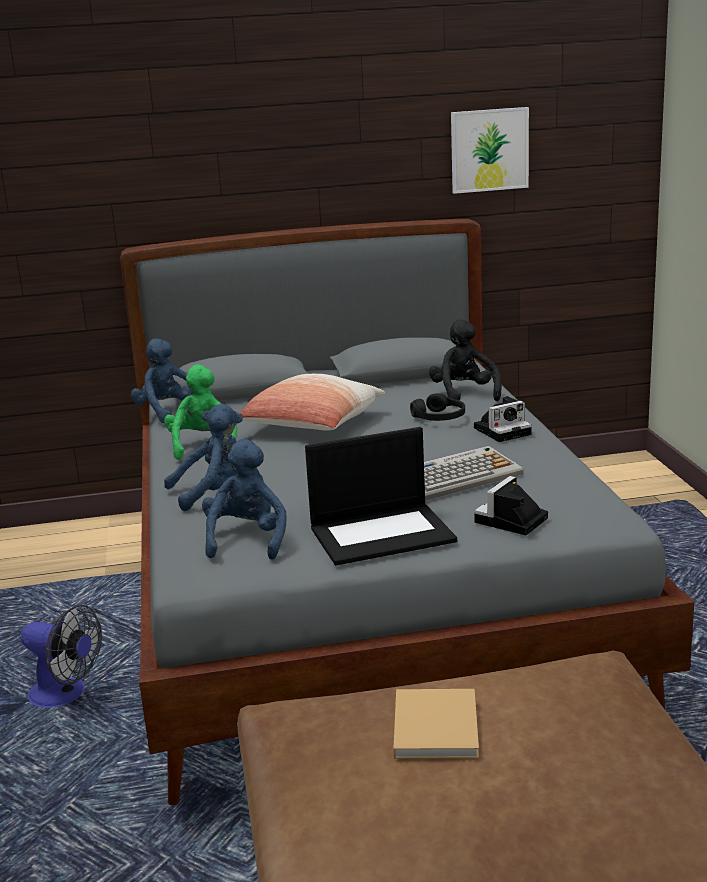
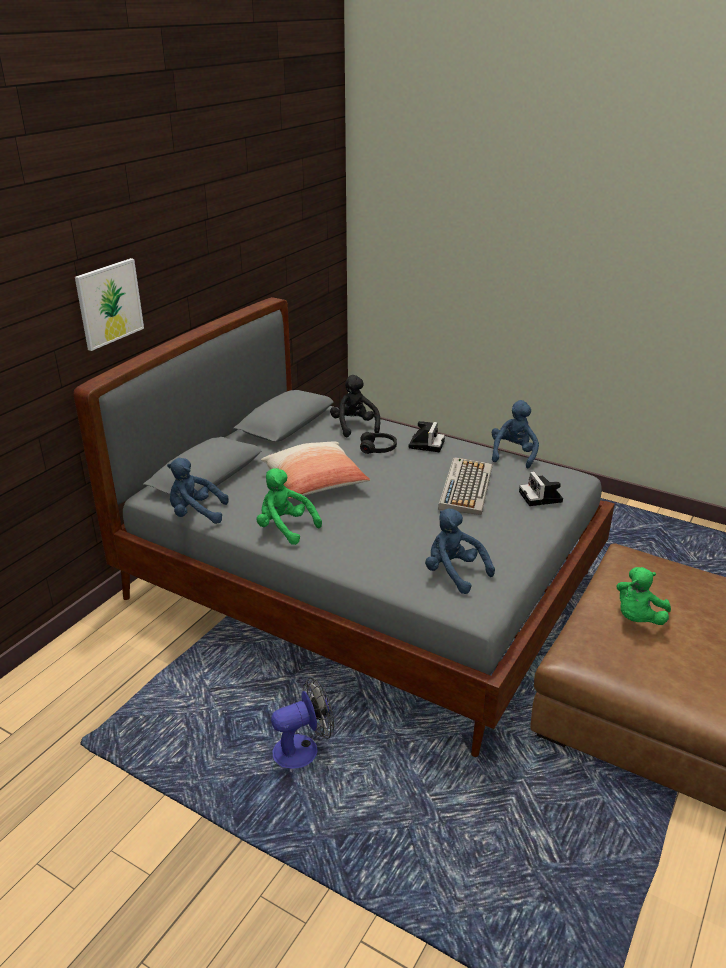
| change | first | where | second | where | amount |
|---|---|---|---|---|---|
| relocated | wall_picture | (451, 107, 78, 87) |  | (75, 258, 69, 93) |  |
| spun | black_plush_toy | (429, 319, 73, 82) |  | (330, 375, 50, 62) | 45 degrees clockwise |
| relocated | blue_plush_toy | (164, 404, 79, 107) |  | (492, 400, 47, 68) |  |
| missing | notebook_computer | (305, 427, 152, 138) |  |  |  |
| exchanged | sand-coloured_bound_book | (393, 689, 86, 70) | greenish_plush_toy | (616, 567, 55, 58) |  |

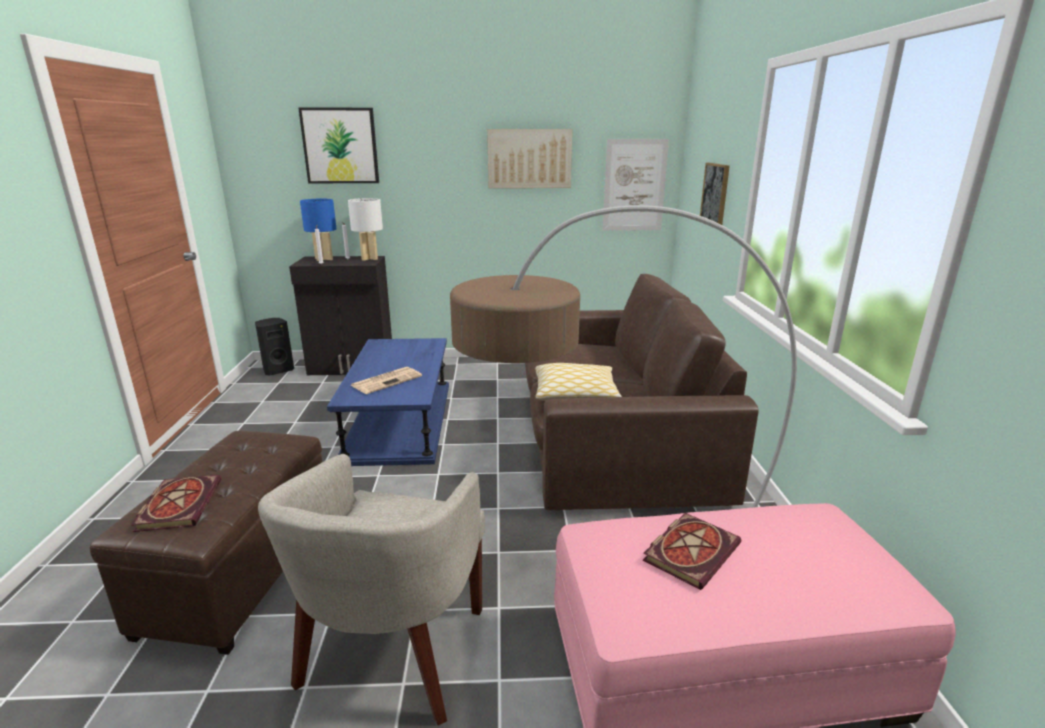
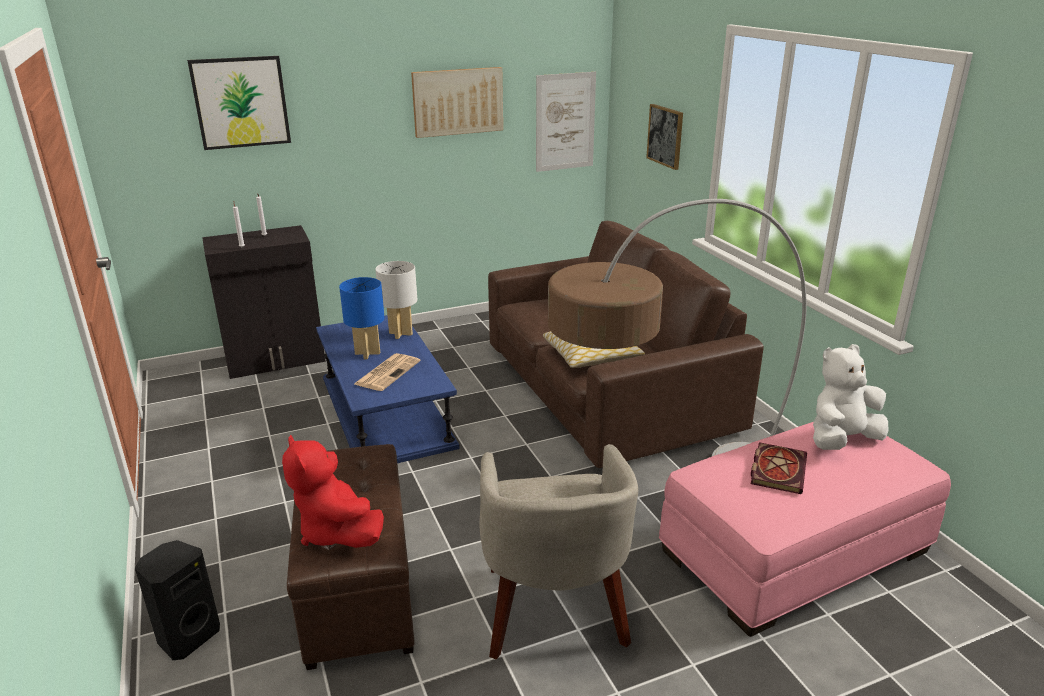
| change | first | where | second | where | amount |
|---|---|---|---|---|---|
| relocated | white_lamp_for_a_table | (348, 198, 35, 63) |  | (375, 261, 42, 78) |  |
| relocated | blue_lamp_for_a_table | (300, 199, 37, 62) |  | (339, 277, 46, 82) |  |
| relocated | black_audio_speaker | (255, 318, 39, 57) |  | (135, 540, 85, 120) |  |
| exchanged | bound_book | (131, 475, 91, 57) | reddish_plush_toy | (282, 435, 102, 113) |  |
| appeared |  |  | white_plush_toy | (813, 344, 76, 106) |  |

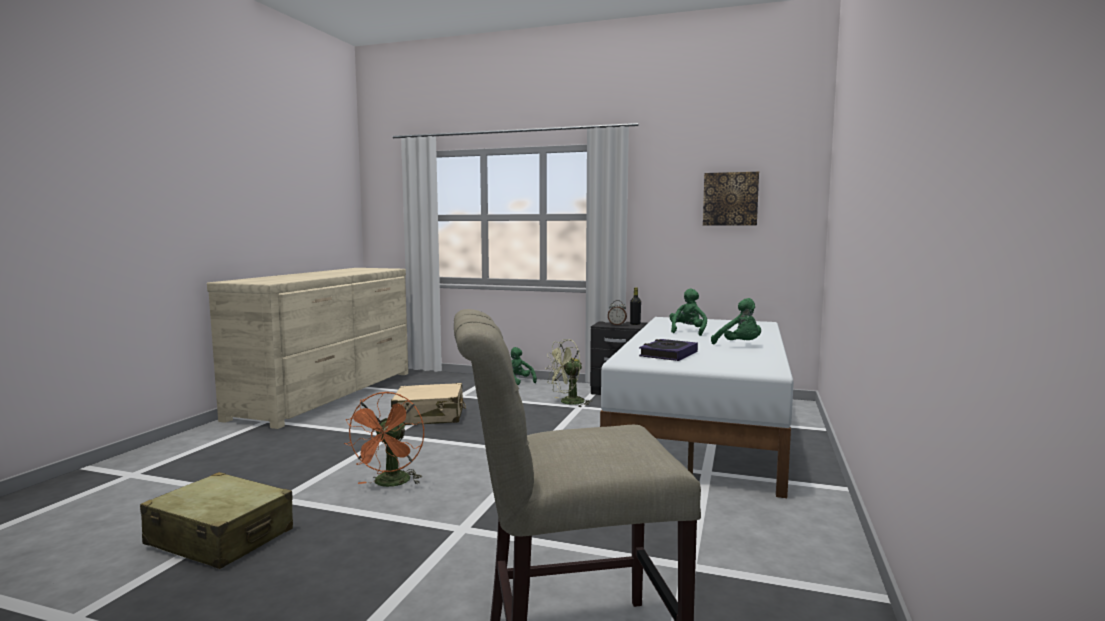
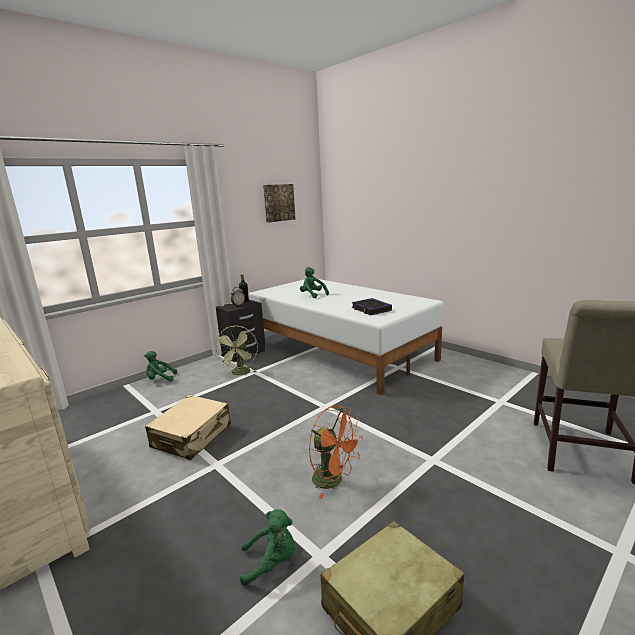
| change | first | where | second | where | amount |
|---|---|---|---|---|---|
| relocated | greenish_plush_toy | (711, 298, 50, 46) |  | (240, 509, 55, 77) |  |

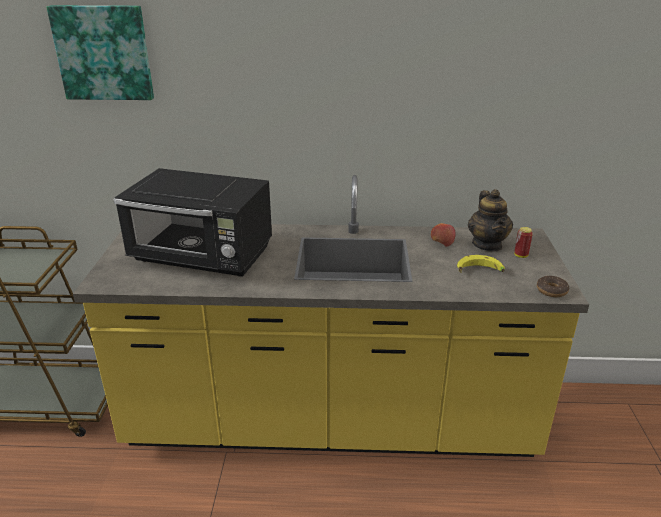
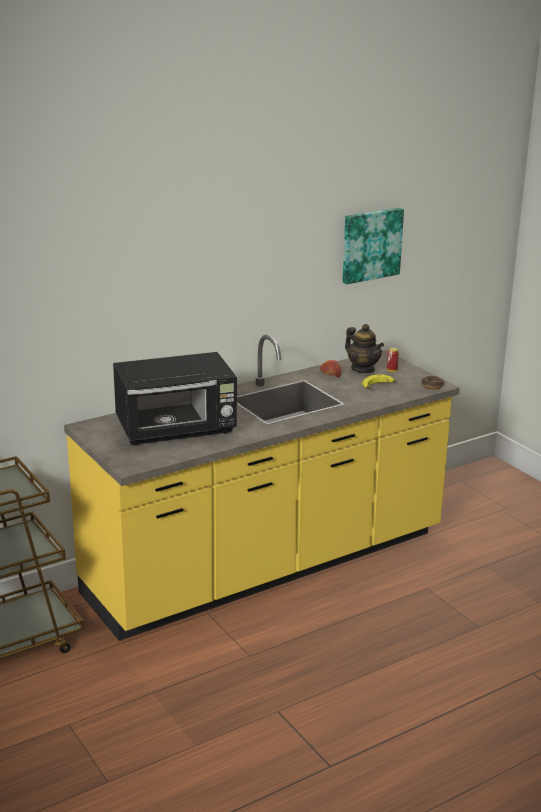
| change | first | where | second | where | amount |
|---|---|---|---|---|---|
| relocated | wall_picture | (47, 5, 107, 95) |  | (342, 208, 62, 76) |  |

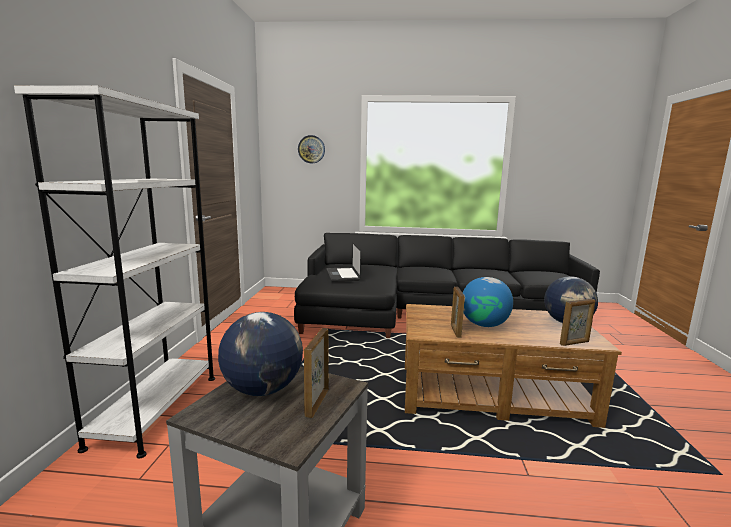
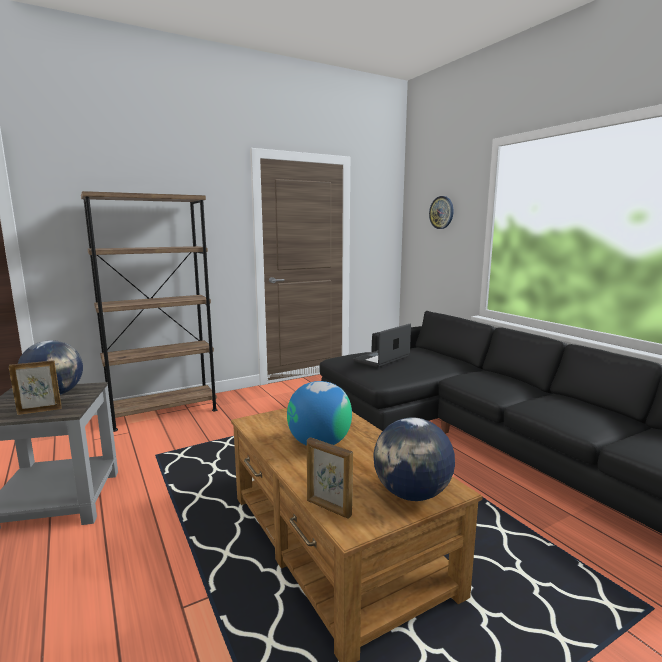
| change | first | where | second | where | amount |
|---|---|---|---|---|---|
| colour | white_bookcase | (14, 85, 201, 374) | brown_bookcase | (81, 191, 136, 241) |  |
| missing | standing_frame | (451, 287, 14, 51) |  |  |  |

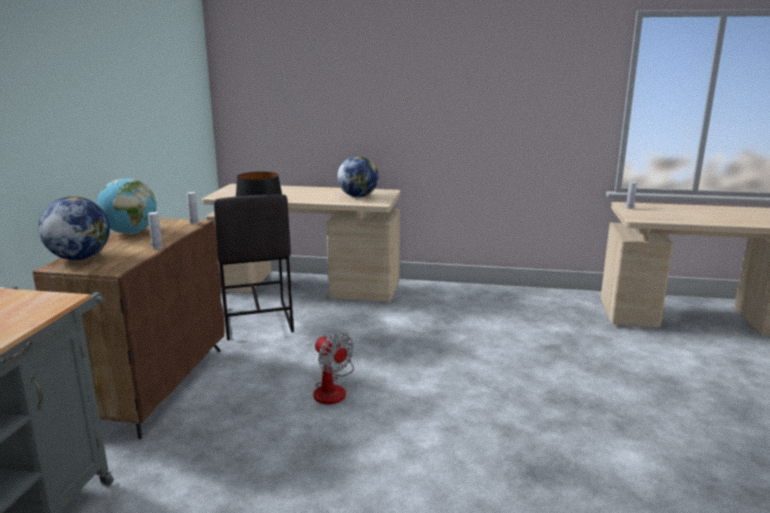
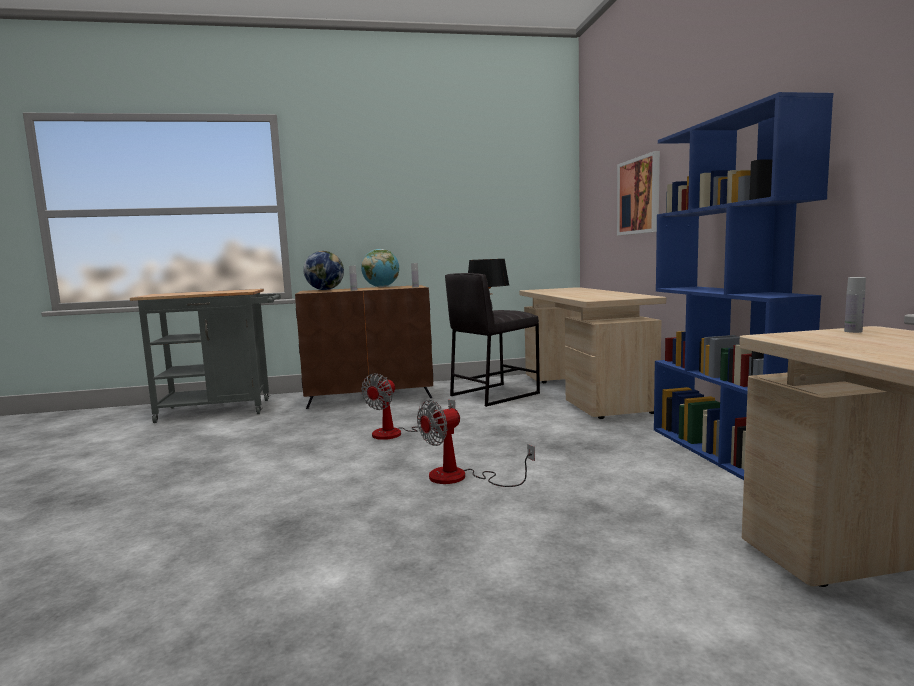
| change | first | where | second | where | amount |
|---|---|---|---|---|---|
| missing | globe | (337, 156, 42, 41) |  |  |  |
| appeared |  |  | blue_bookcase | (654, 92, 179, 388) |  |
| appeared |  |  | wall_picture | (617, 151, 43, 85) |  |
| appeared |  |  | cooling_fan | (417, 399, 118, 88) |  |

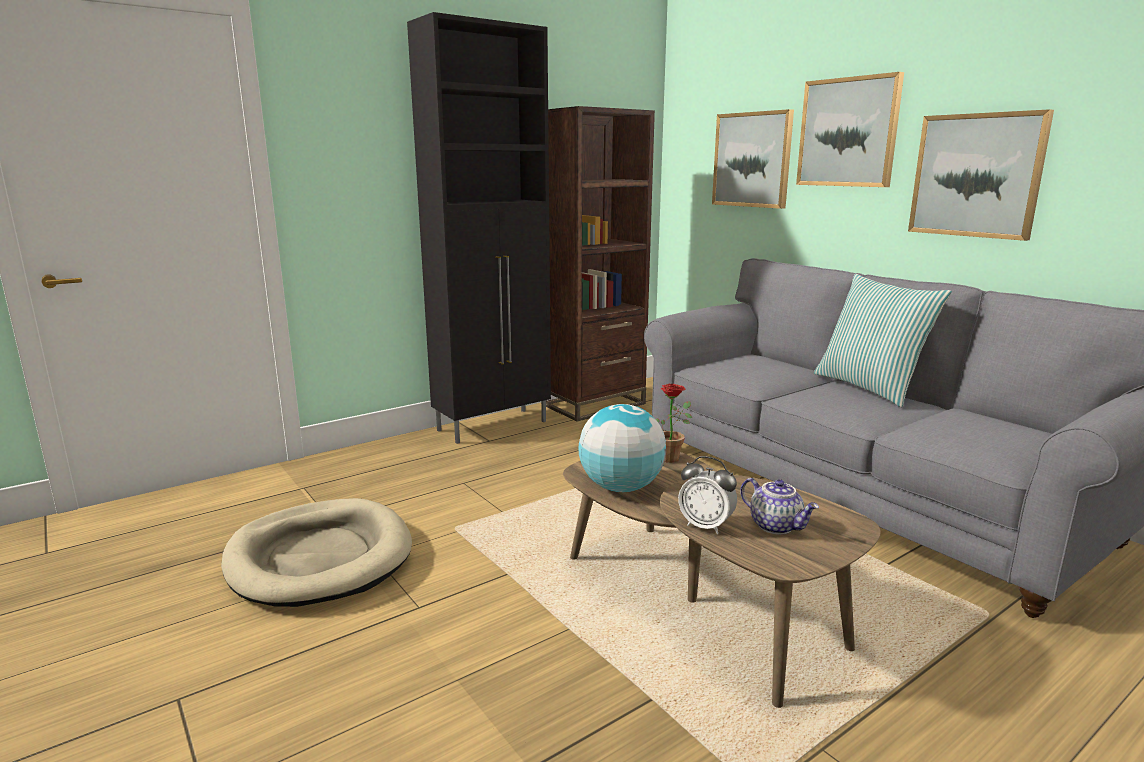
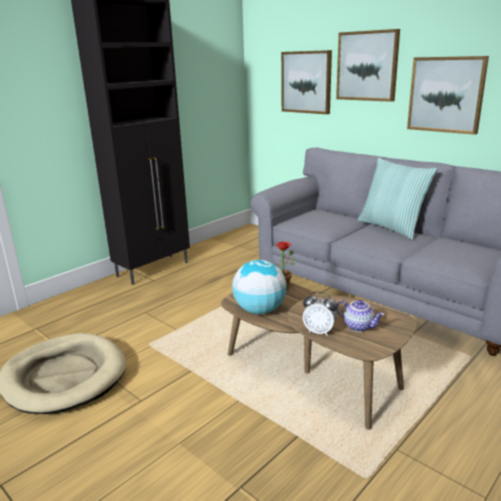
| change | first | where | second | where | amount |
|---|---|---|---|---|---|
| missing | brown_bookcase | (546, 106, 109, 315) |  |  |  |

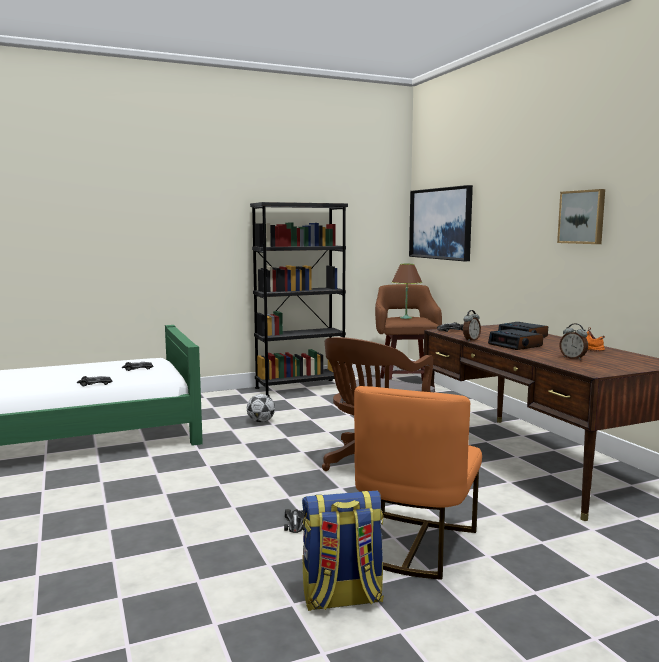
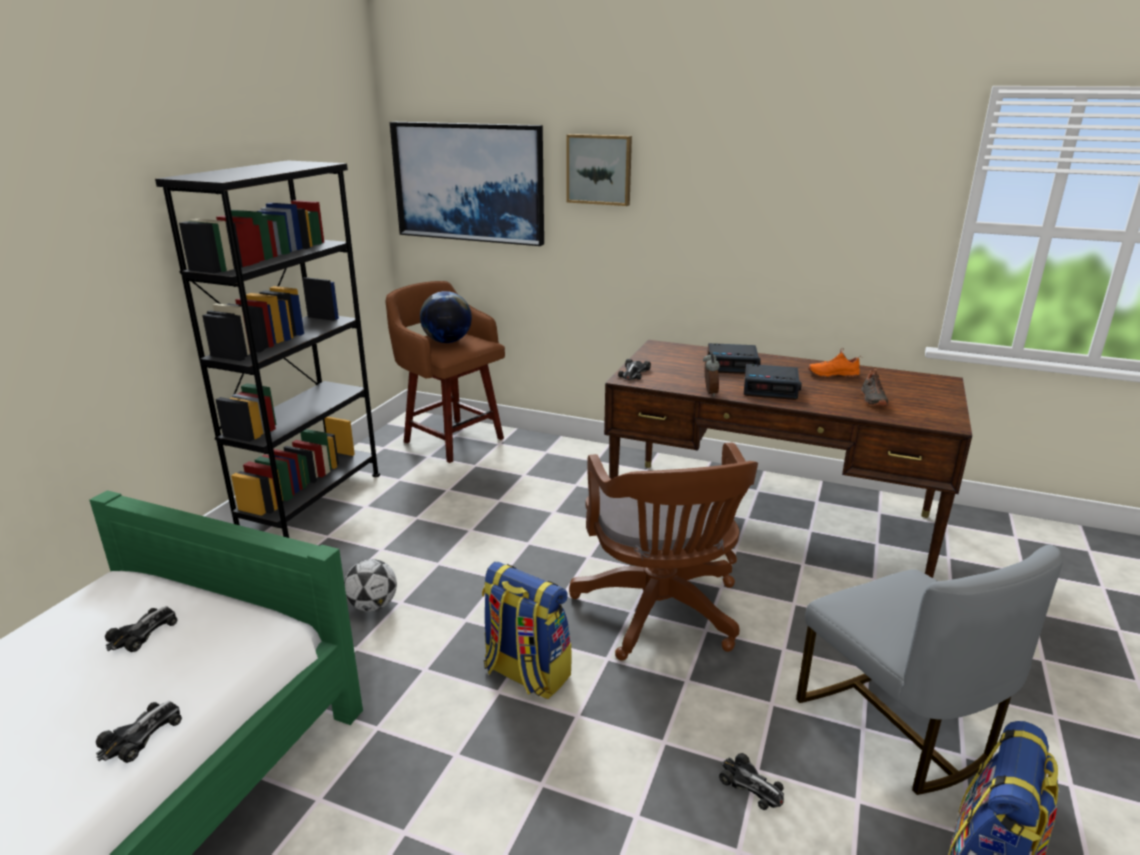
| change | first | where | second | where | amount |
|---|---|---|---|---|---|
| relocated | wall_picture | (557, 189, 48, 55) |  | (566, 134, 66, 72) |  |
| exchanged | brown_lamp_for_a_table | (392, 264, 30, 55) | globe | (420, 291, 52, 52) |  |
| exchanged | alarm_clock | (560, 324, 28, 36) | black_shoe | (861, 369, 27, 37) |  |
| colour | orange-coloured_upright_chair | (354, 386, 128, 194) | grey_upright_chair | (796, 545, 267, 250) |  |
| appeared |  |  | backpack | (482, 562, 89, 137) |  |

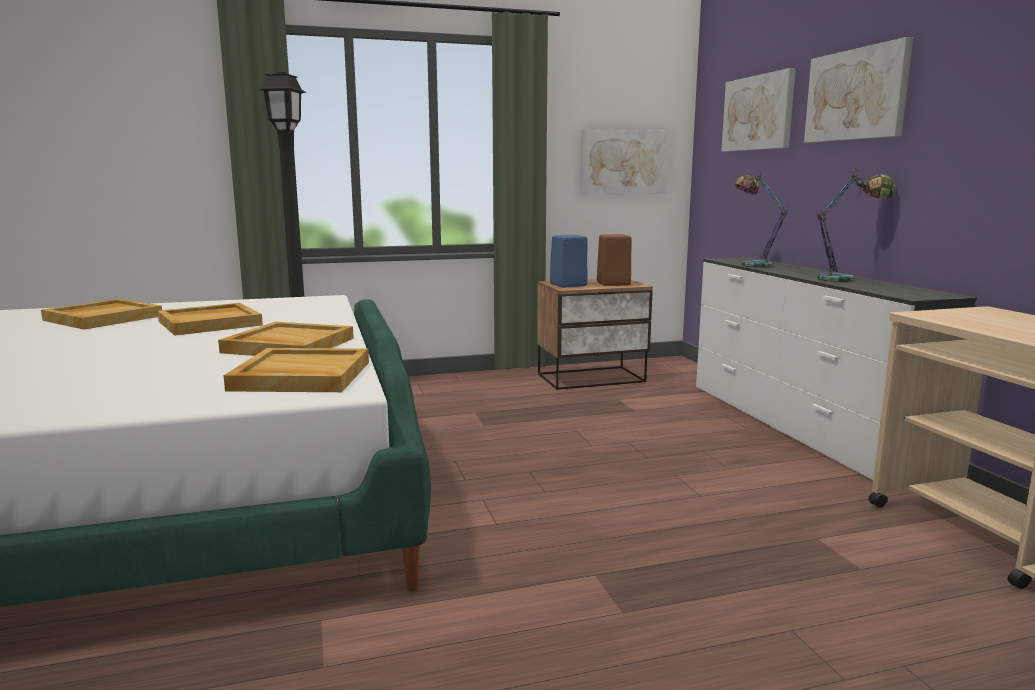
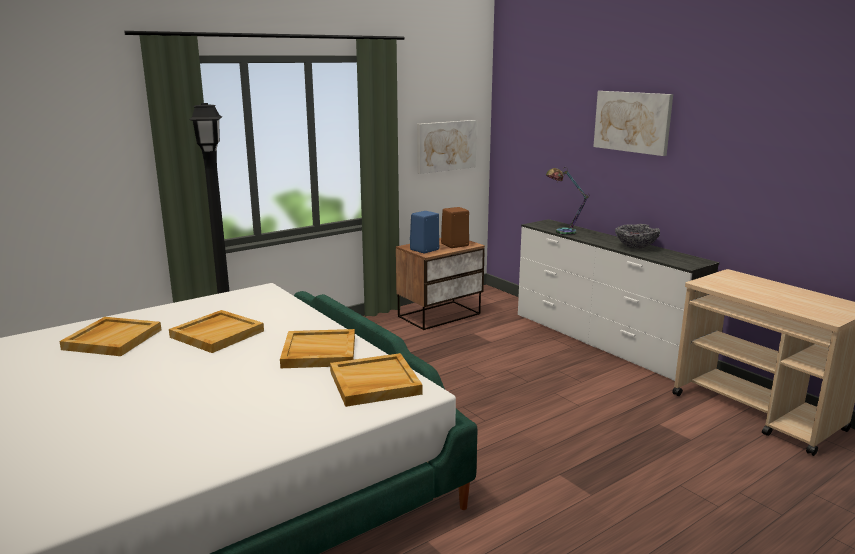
| change | first | where | second | where | amount |
|---|---|---|---|---|---|
| missing | wall_picture | (722, 68, 74, 84) |  |  |  |
| exchanged | lamp_for_a_table | (815, 169, 81, 113) | bowl | (615, 224, 45, 25) |  |

